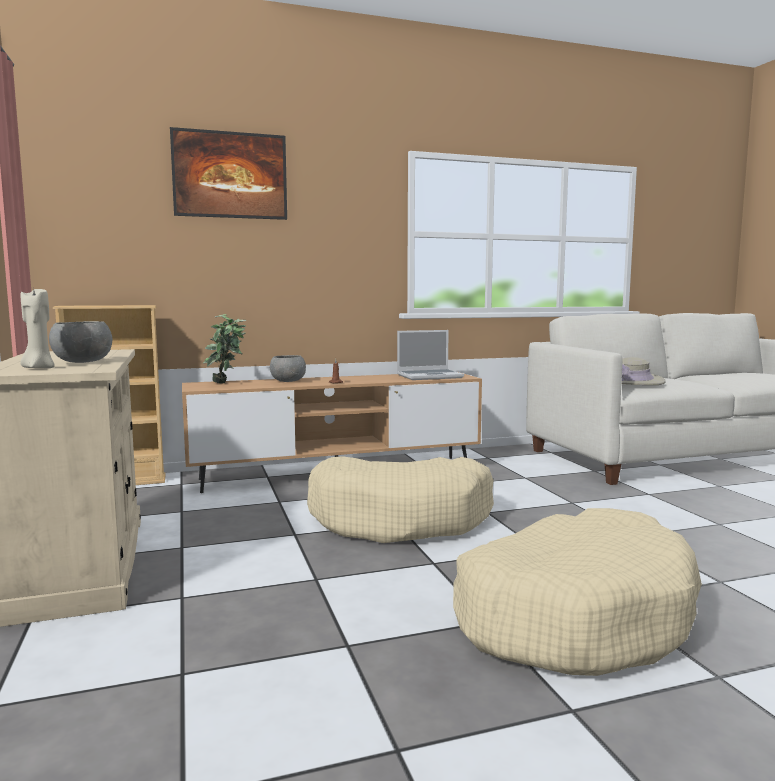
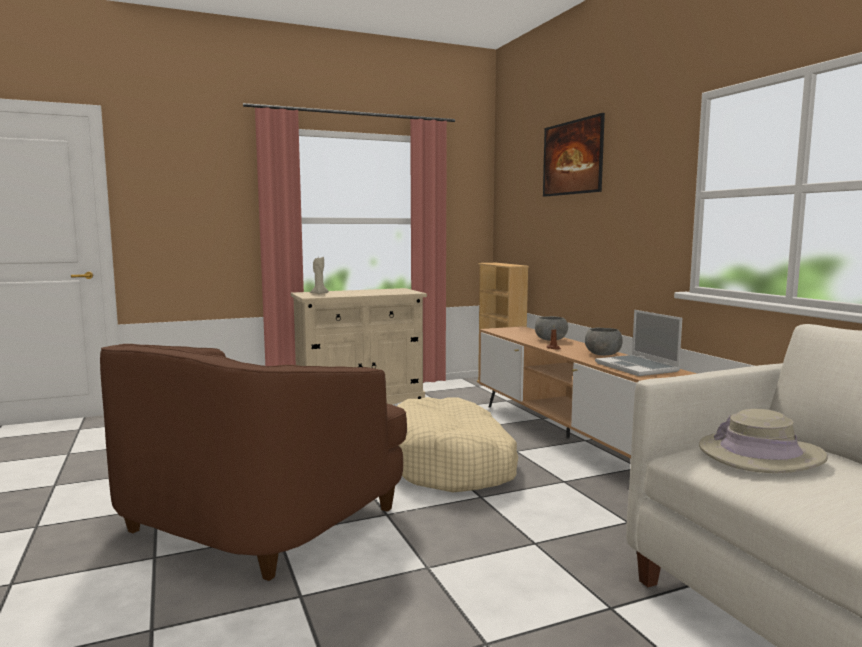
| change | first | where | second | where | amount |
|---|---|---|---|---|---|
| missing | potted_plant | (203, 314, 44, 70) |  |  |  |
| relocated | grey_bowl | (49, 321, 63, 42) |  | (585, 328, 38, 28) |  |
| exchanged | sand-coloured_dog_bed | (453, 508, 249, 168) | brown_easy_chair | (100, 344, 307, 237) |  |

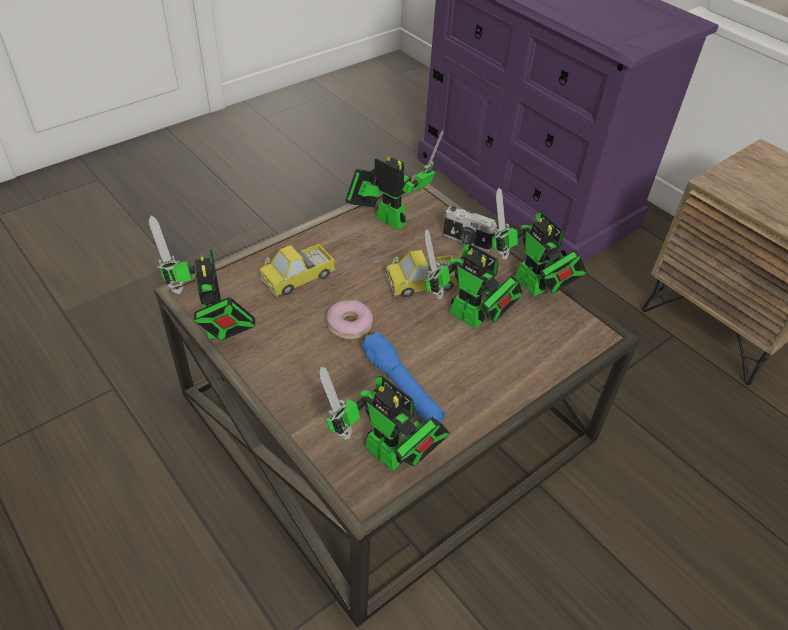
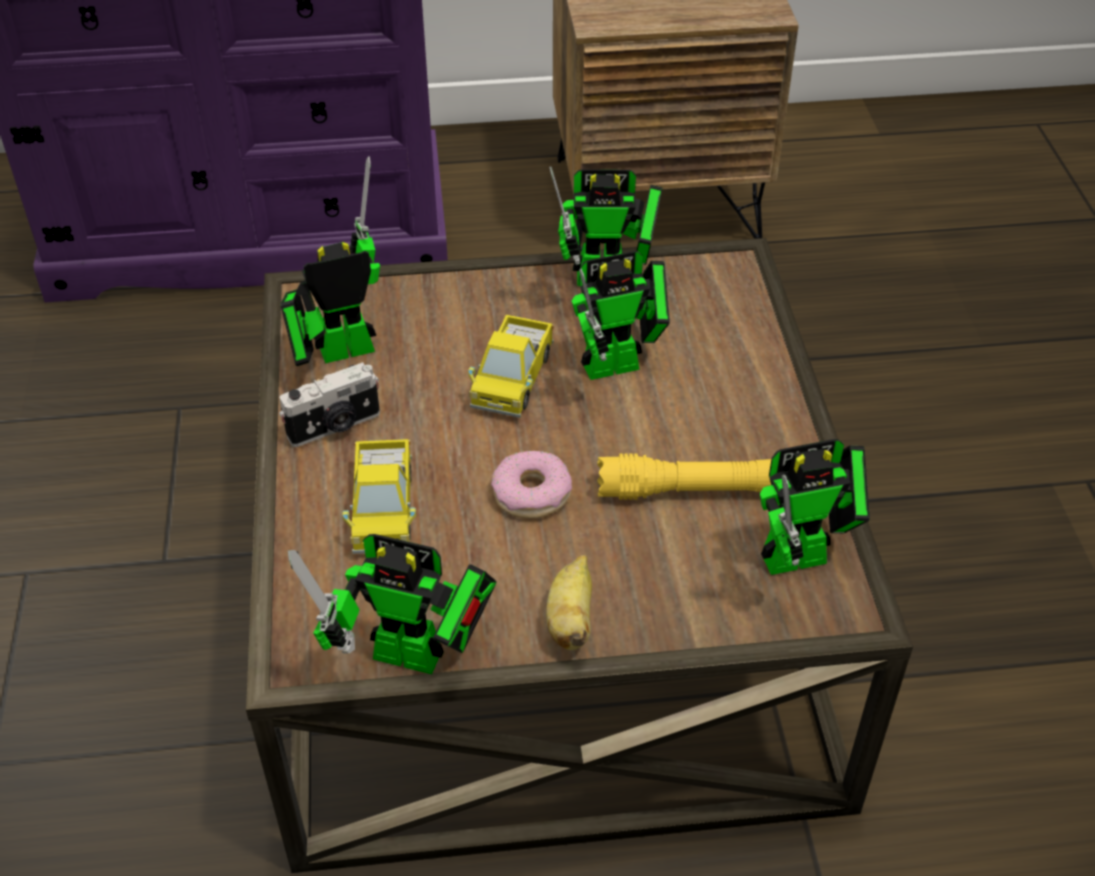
| change | first | where | second | where | amount |
|---|---|---|---|---|---|
| relocated | still_camera | (443, 206, 54, 46) |  | (279, 362, 101, 85) |  |
| colour | blue_hand_torch | (361, 331, 84, 92) | yellow-coloured_hand_torch | (597, 453, 174, 47) |  |
| appeared |  |  | banana_fruit | (546, 554, 46, 96) |  |

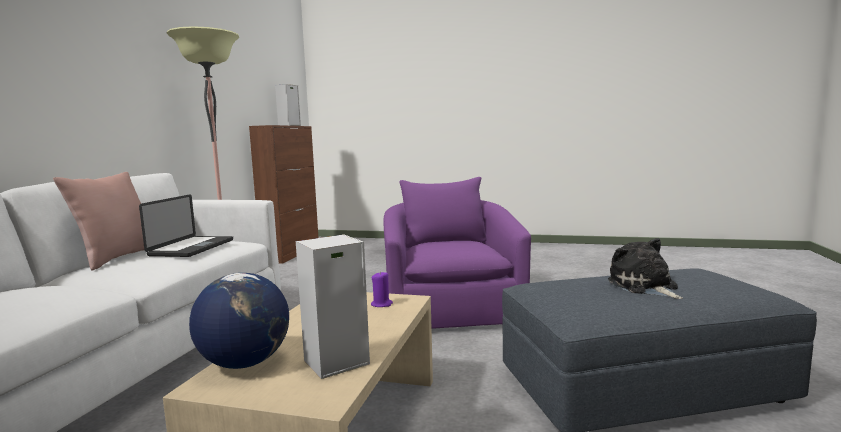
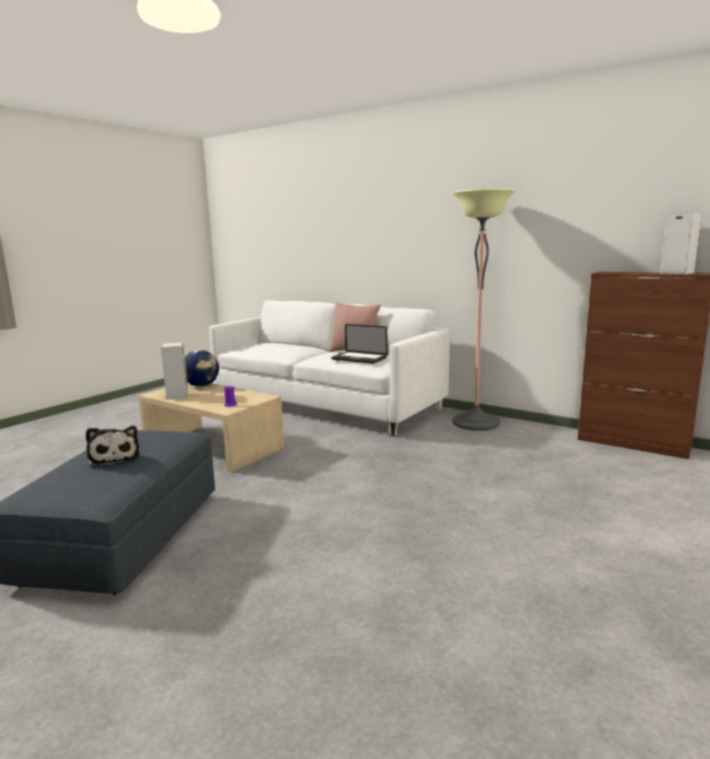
| change | first | where | second | where | amount |
|---|---|---|---|---|---|
| missing | purple_easy_chair | (383, 177, 148, 152) |  |  |  |
| spun | plush_toy | (608, 238, 75, 61) |  | (86, 426, 54, 42) | 60 degrees clockwise |

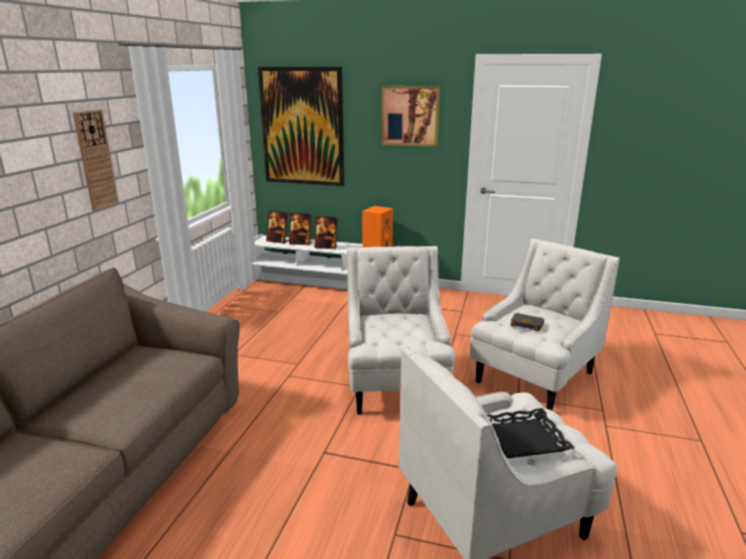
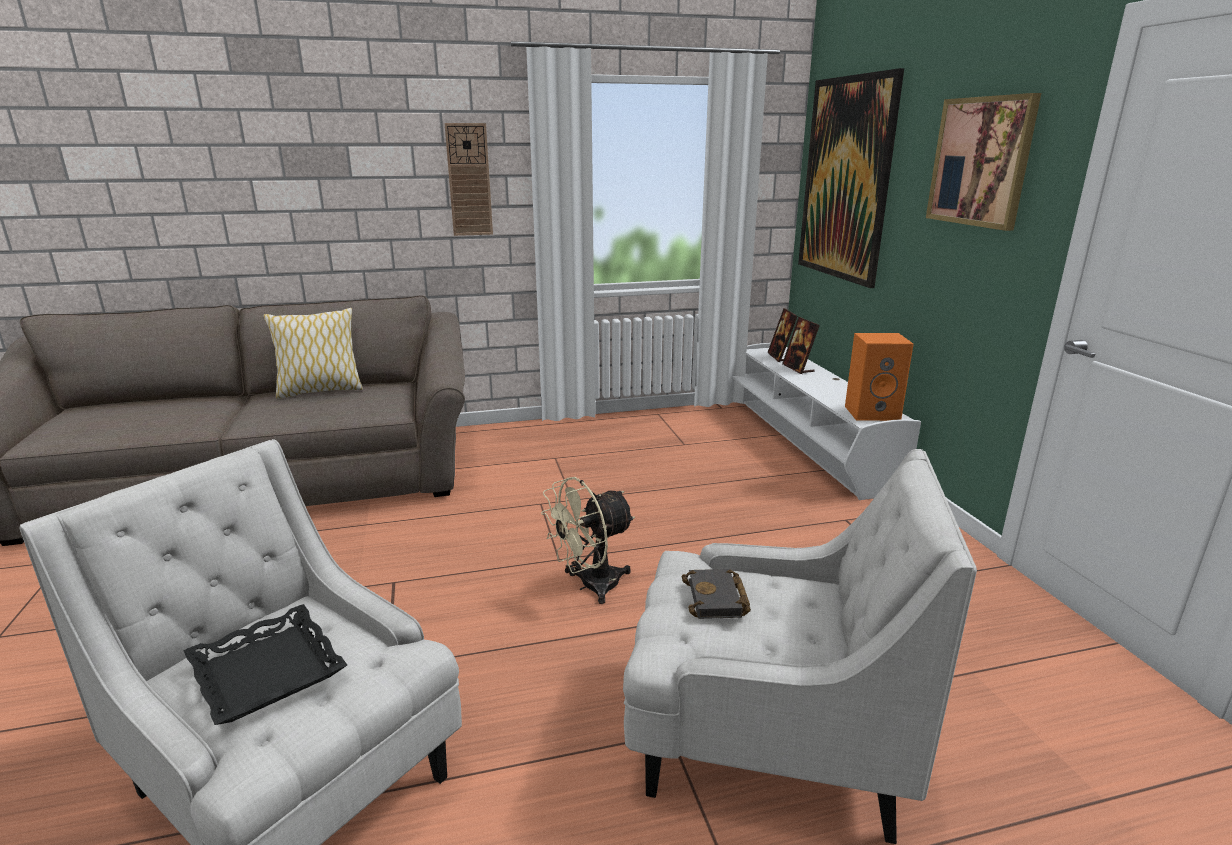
| change | first | where | second | where | amount |
|---|---|---|---|---|---|
| missing | standing_frame | (314, 216, 23, 33) |  |  |  |
| exchanged | white_easy_chair | (347, 246, 108, 168) | sand-coloured_cooling_fan | (541, 477, 94, 127) |  |
| appeared |  |  | throw_pillow | (263, 308, 100, 91) |  |

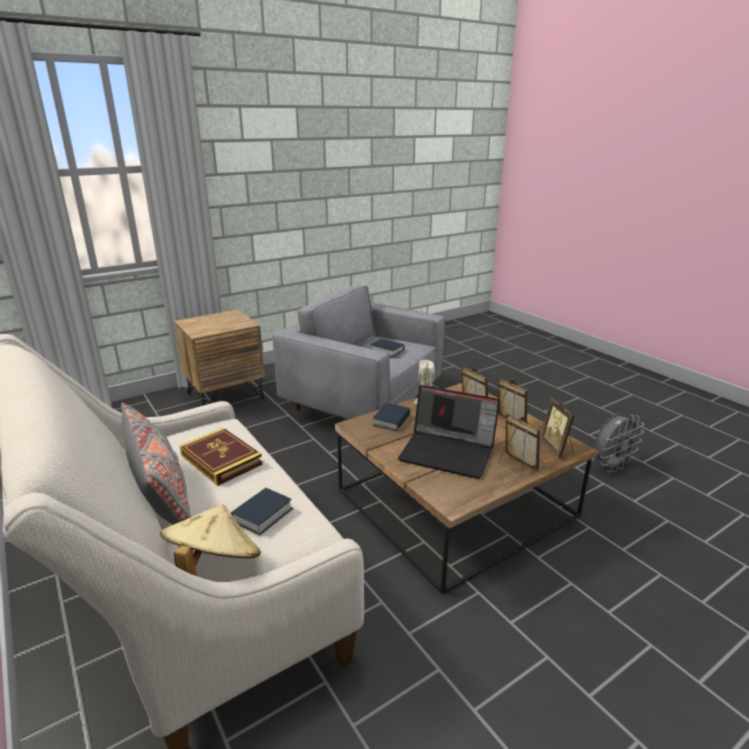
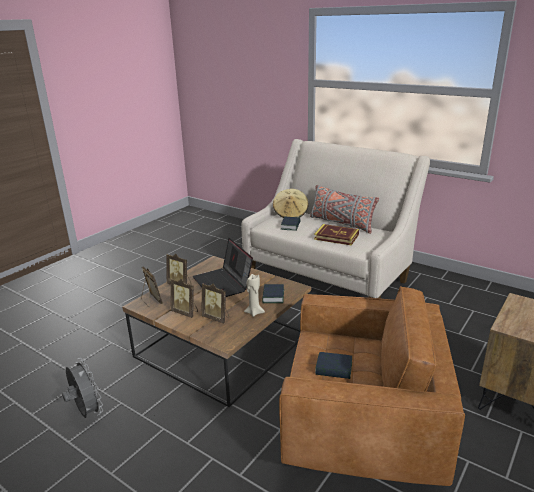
| change | first | where | second | where | amount |
|---|---|---|---|---|---|
| colour | grey_easy_chair | (272, 285, 173, 134) | brown_easy_chair | (279, 286, 186, 200) |  |
| spun | notebook_computer | (398, 385, 102, 94) |  | (193, 238, 60, 59) | 120 degrees counterclockwise |
| spun | grey_cooling_fan | (593, 413, 51, 59) |  | (62, 358, 41, 60) | 105 degrees clockwise |

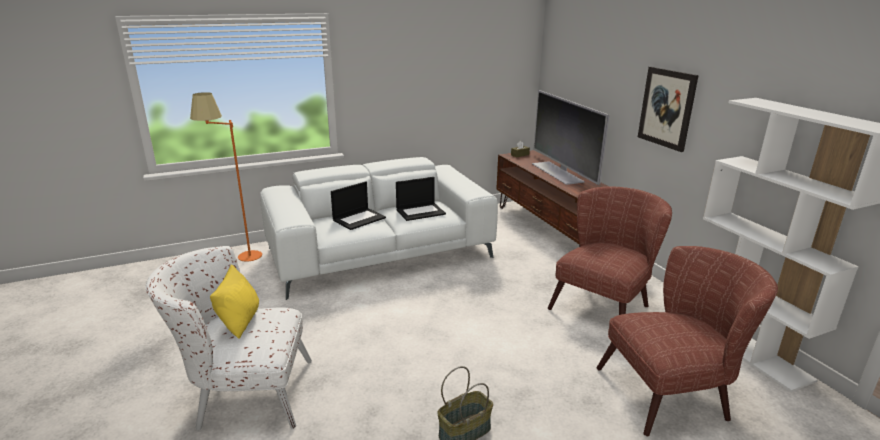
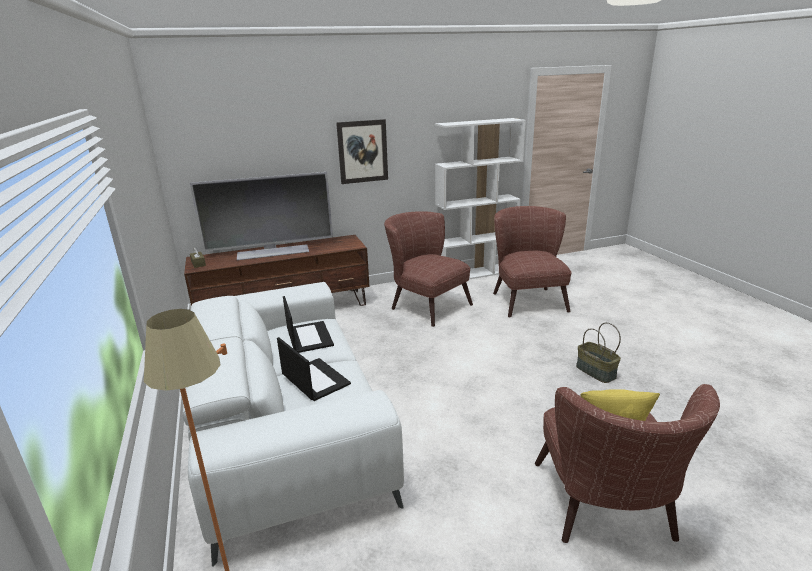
| change | first | where | second | where | amount |
|---|---|---|---|---|---|
| colour | white_easy_chair | (146, 246, 166, 184) | brown_easy_chair | (535, 384, 185, 159) |  |

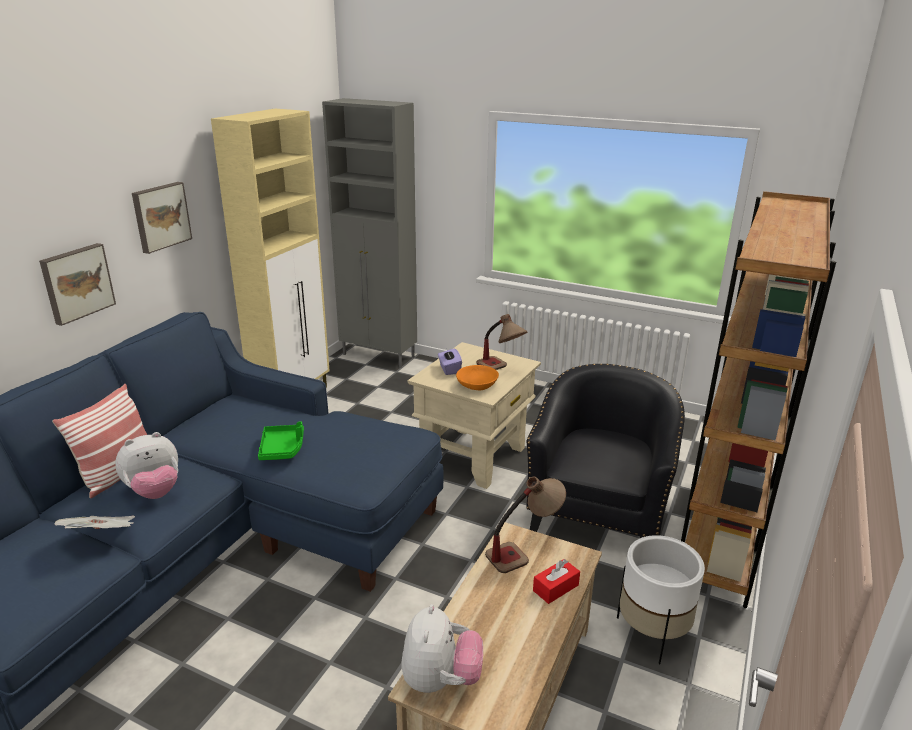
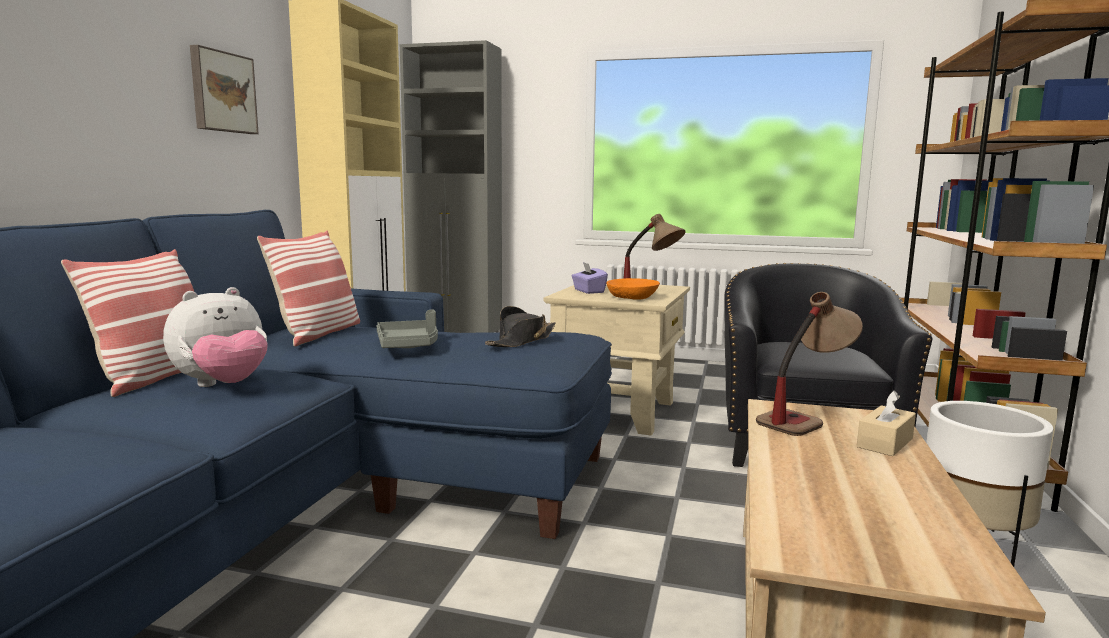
| change | first | where | second | where | amount |
|---|---|---|---|---|---|
| missing | wall_picture | (39, 243, 77, 83) |  |  |  |
| colour | greenish_serving_tray | (258, 421, 46, 39) | grey_serving_tray | (376, 310, 62, 38) |  |
| missing | printed_paper | (54, 516, 81, 13) |  |  |  |
| colour | reddish_tissue_holder | (533, 559, 47, 45) | sand-coloured_tissue_holder | (857, 391, 59, 65) |  |
| missing | plush_toy | (401, 604, 82, 89) |  |  |  |
| appeared |  |  | throw_pillow | (257, 231, 103, 116) |  |
| appeared |  |  | black_clothing_hat | (485, 306, 71, 41) |  |

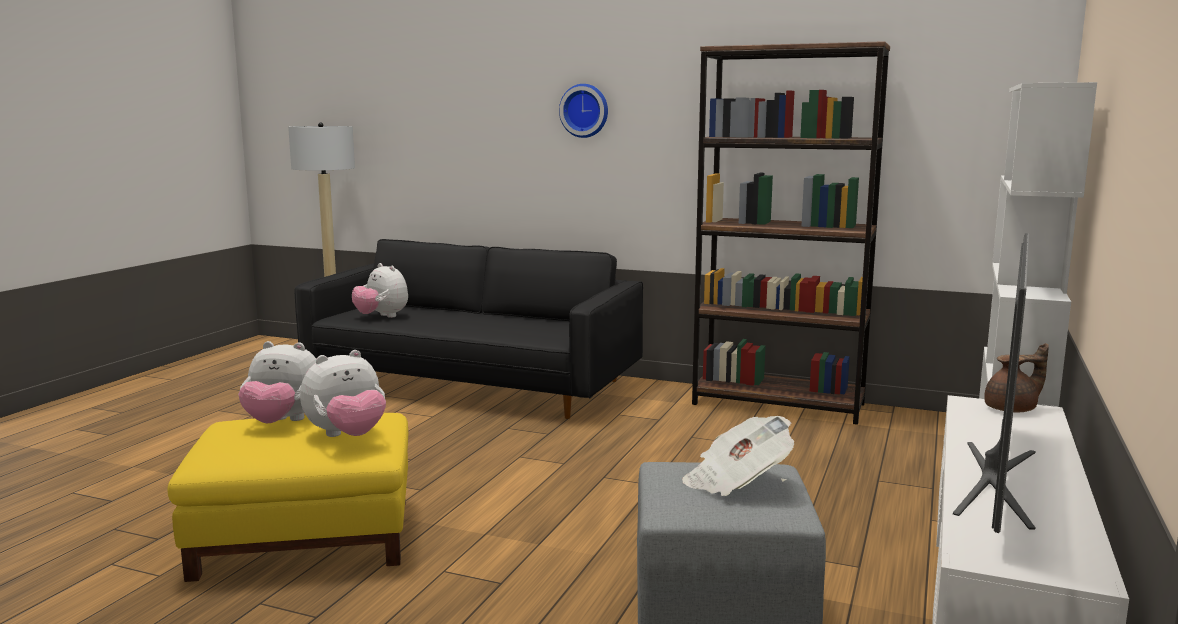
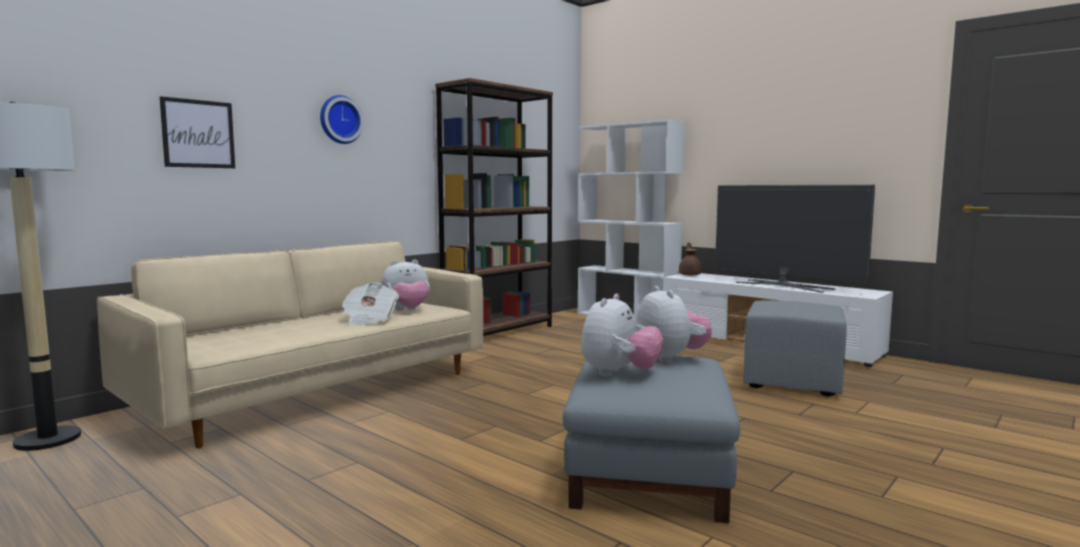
| change | first | where | second | where | amount |
|---|---|---|---|---|---|
| colour | black_couch | (295, 239, 348, 180) | sand-coloured_couch | (97, 241, 386, 207) |  |
| relocated | plush_toy | (352, 263, 56, 55) |  | (381, 259, 49, 52) |  |
| colour | yellow-coloured_pouffe | (167, 413, 241, 169) | grey_pouffe | (563, 356, 177, 167) |  |
| relocated | printed_paper | (682, 416, 112, 80) |  | (342, 283, 57, 43) |  |
| appeared |  |  | wall_picture | (160, 96, 75, 72) |  |

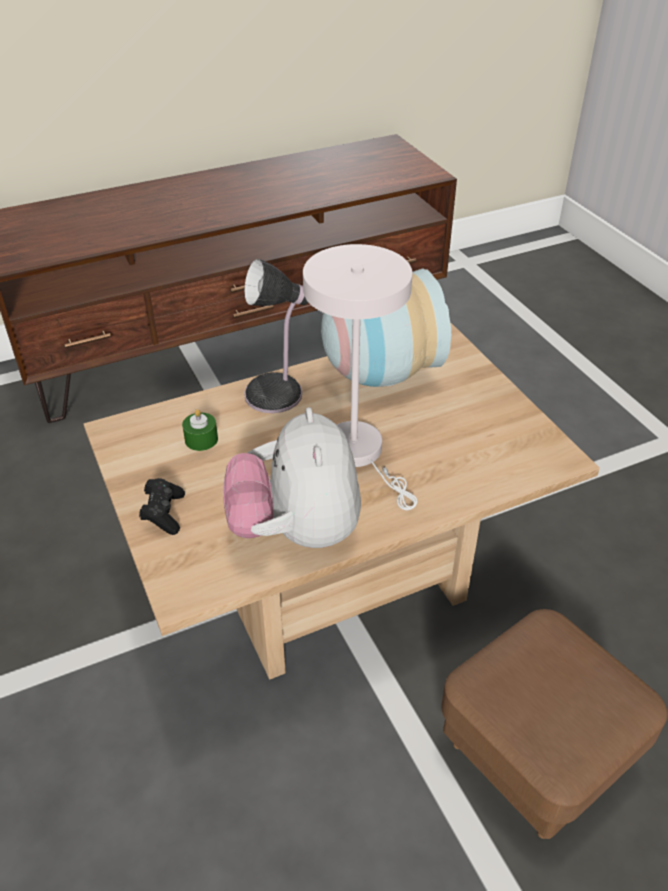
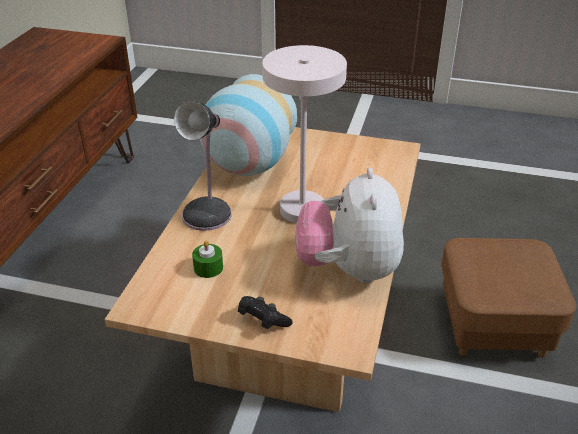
| change | first | where | second | where | amount |
|---|---|---|---|---|---|
| spun | plush_toy | (223, 407, 138, 141) |  | (295, 168, 109, 115) | 60 degrees clockwise |

